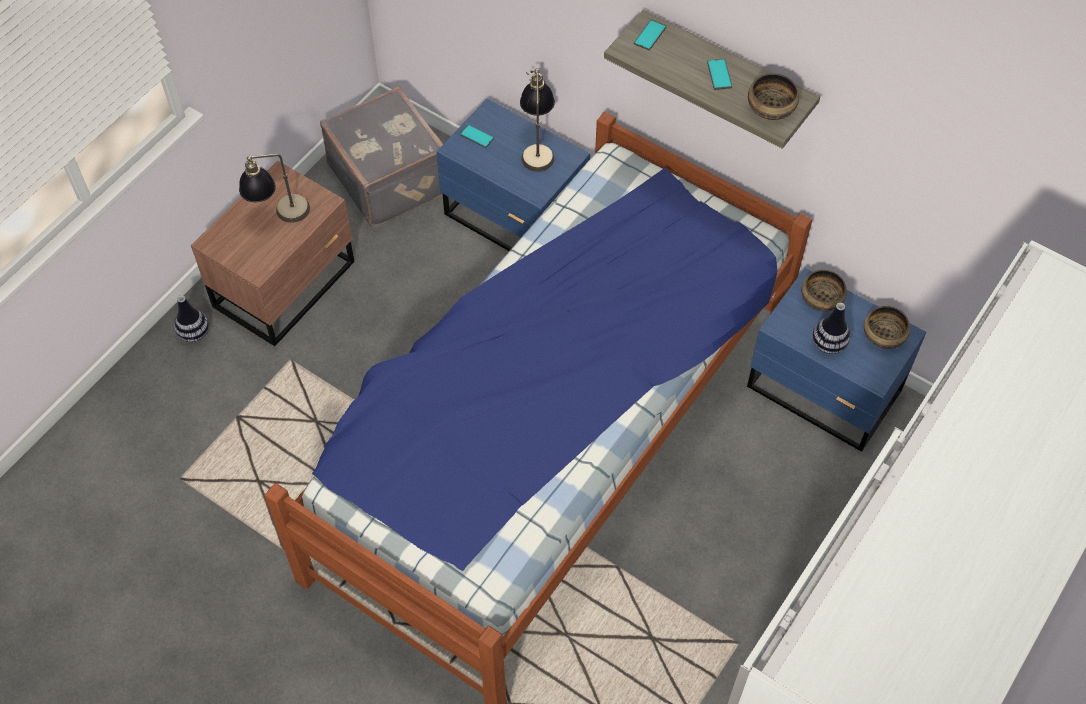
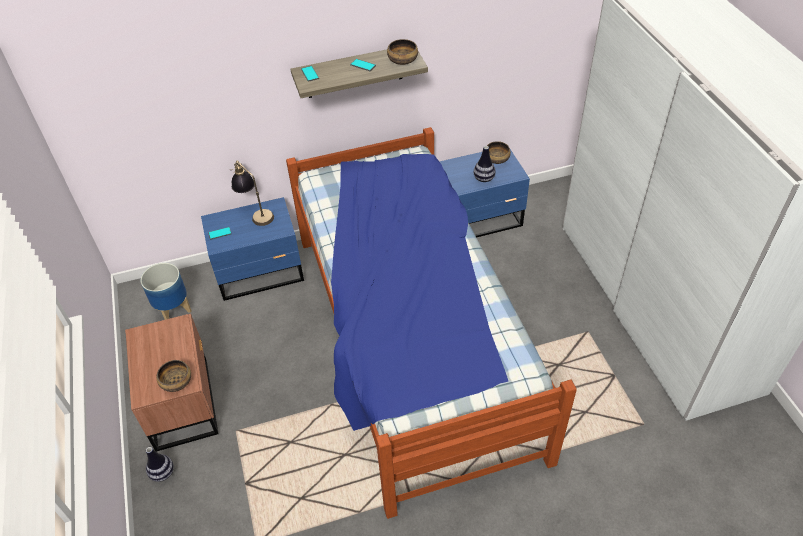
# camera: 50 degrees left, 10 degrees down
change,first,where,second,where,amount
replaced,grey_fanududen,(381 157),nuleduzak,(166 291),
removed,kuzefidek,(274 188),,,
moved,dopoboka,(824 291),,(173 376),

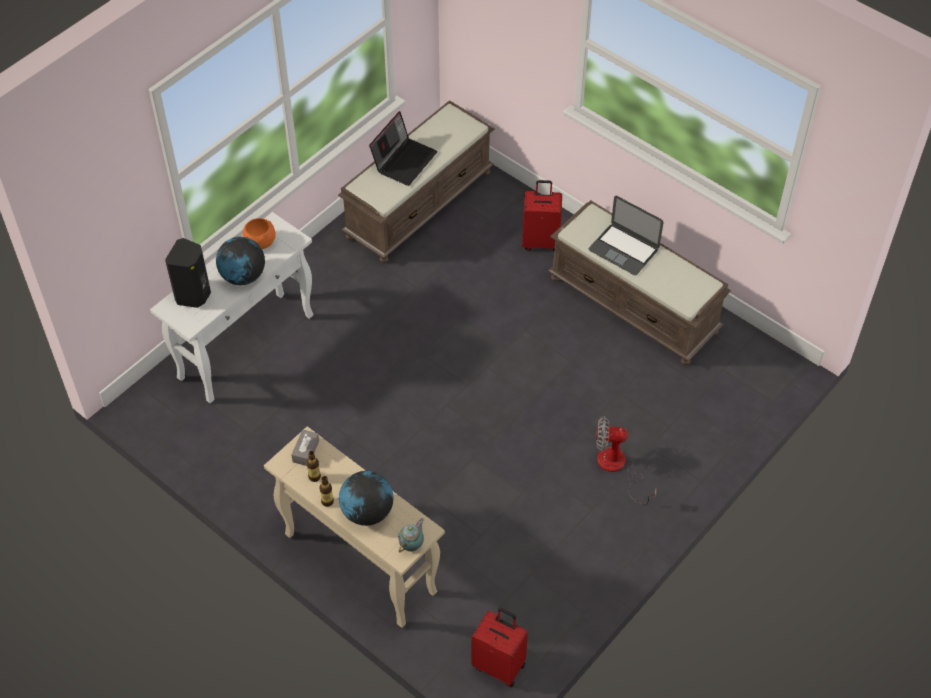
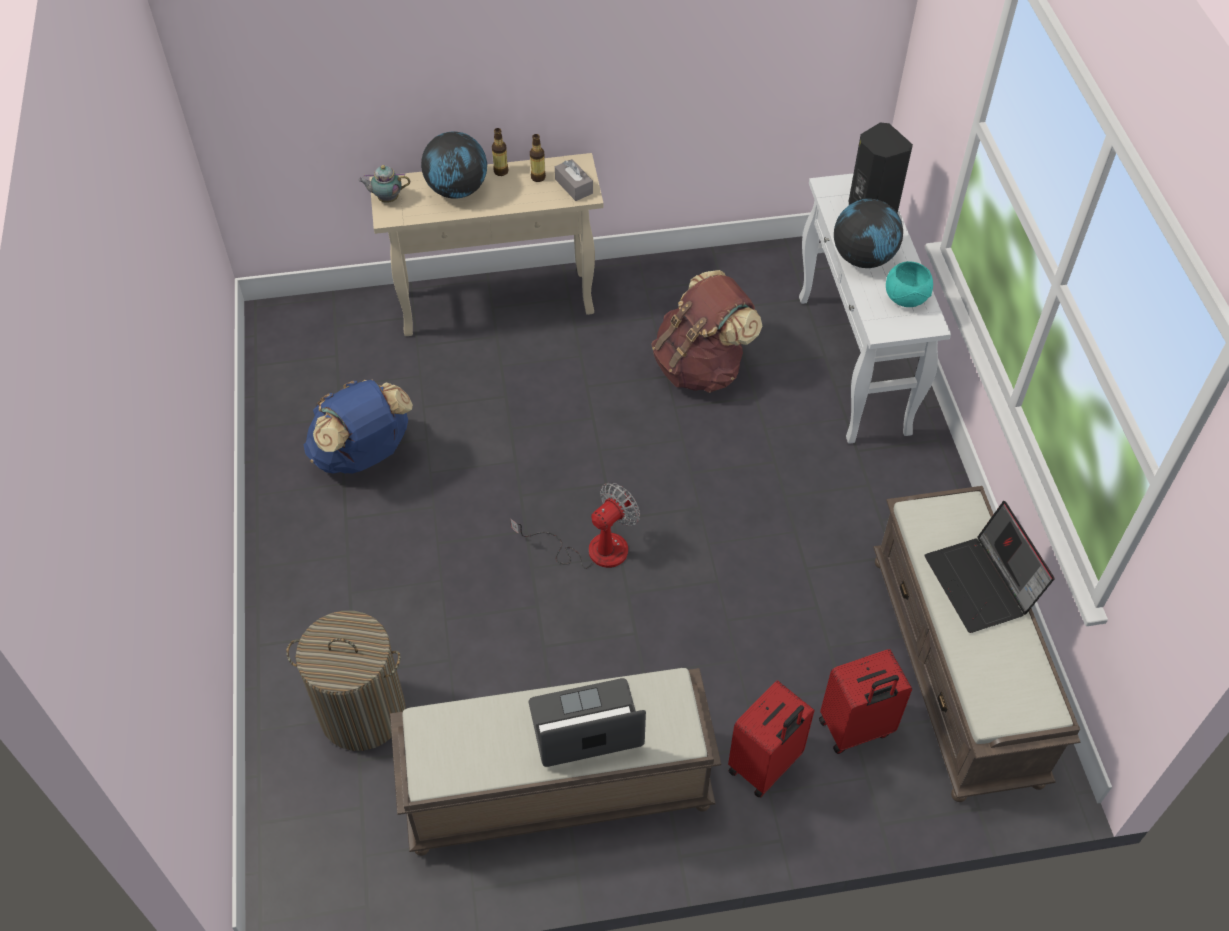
# camera: 130 degrees right, 0 degrees up
change,first,where,second,where,amount
recoloured,orange_dopoboka,(259 233),turquoise_dopoboka,(909 284),
moved,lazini,(626 460),,(575 526),
turned,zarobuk,(411 535),,(384 184),105 degrees clockwise
moved,red_fanududen,(499 647),,(865 701),
added,,,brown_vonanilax,(706 331),
added,,,blue_vonanilax,(358 427),
added,,,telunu,(346 681),

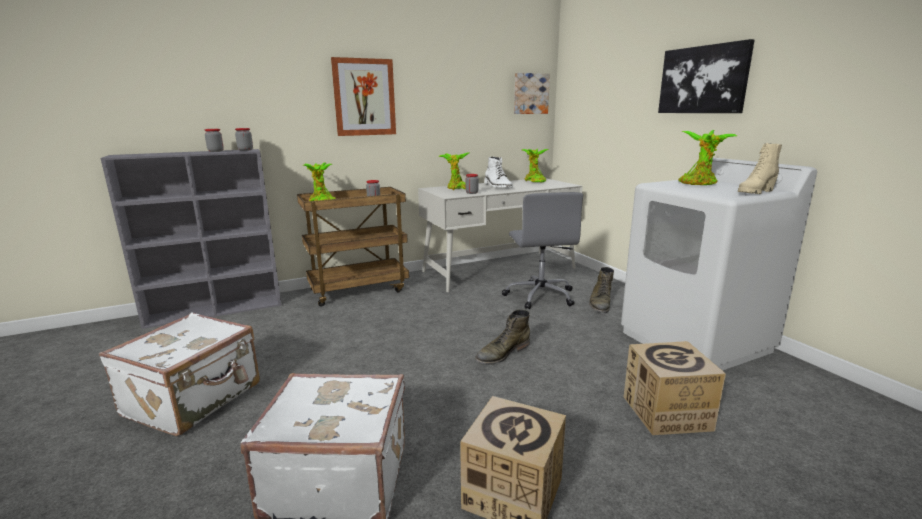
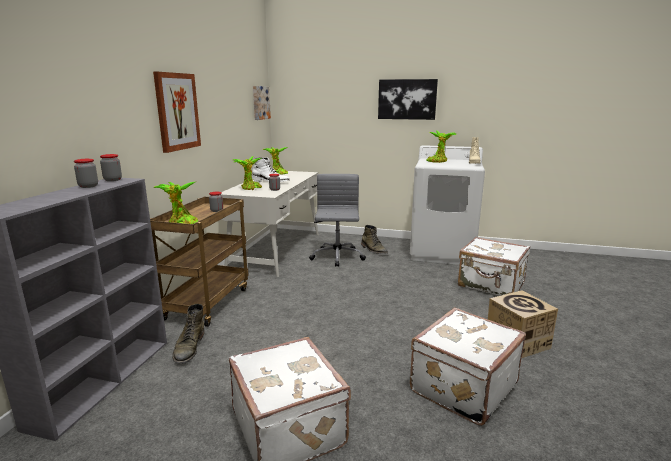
# camera: 50 degrees left, 0 degrees up
change,first,where,second,where,amount
turned,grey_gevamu,(542 250),,(337 220),120 degrees counterclockwise
moved,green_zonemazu,(502 337),,(188 334),
replaced,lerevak,(675 388),white_fanududen,(494 266),

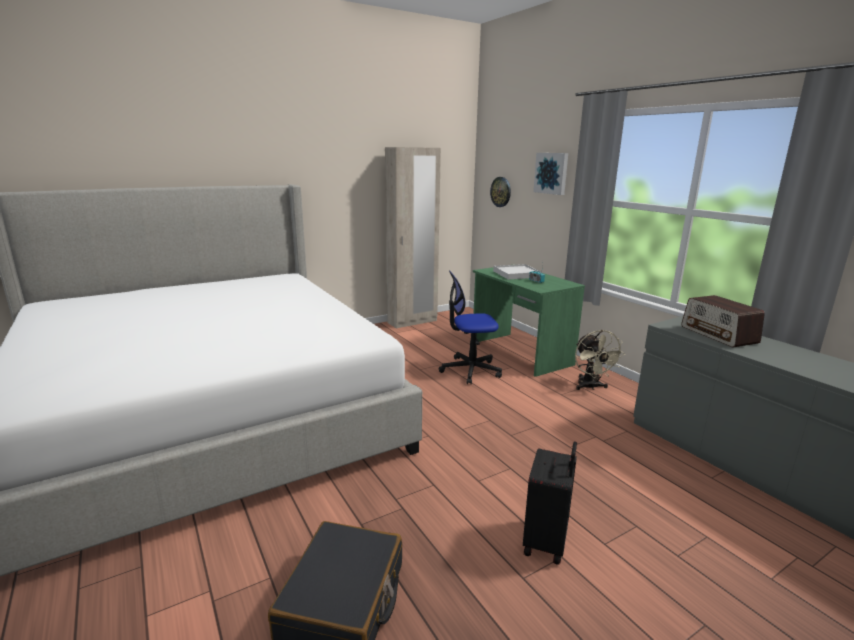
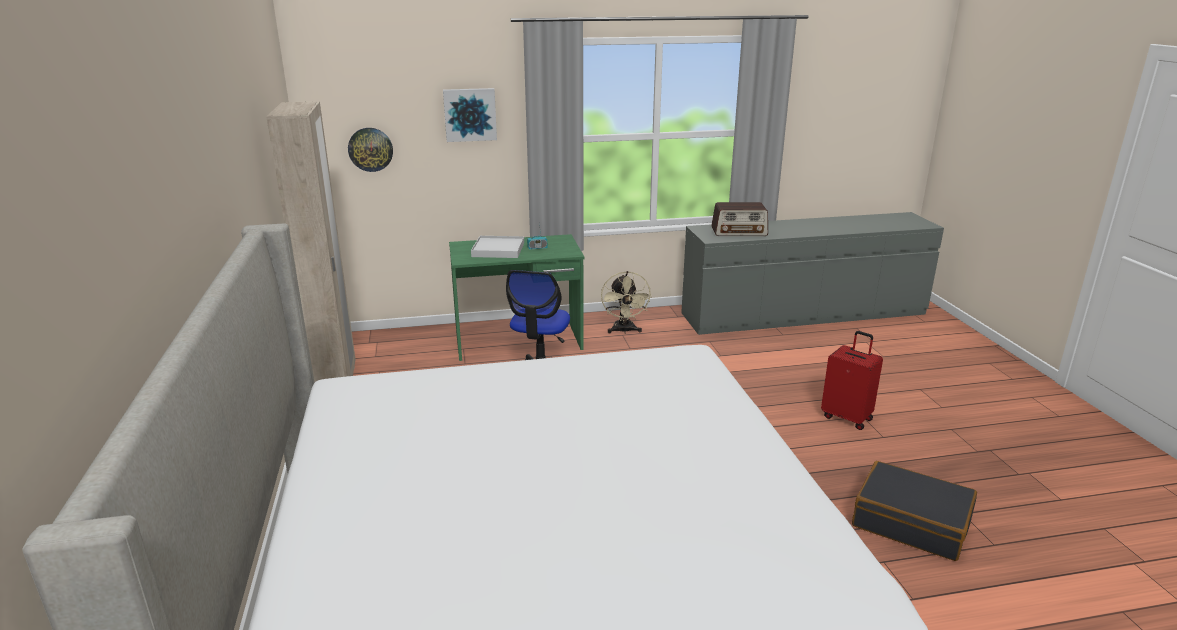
# camera: 70 degrees left, 5 degrees up
change,first,where,second,where,amount
turned,beige_lazini,(600 360),,(626 302),75 degrees clockwise
recoloured,black_fanududen,(550 503),red_fanududen,(852 380),

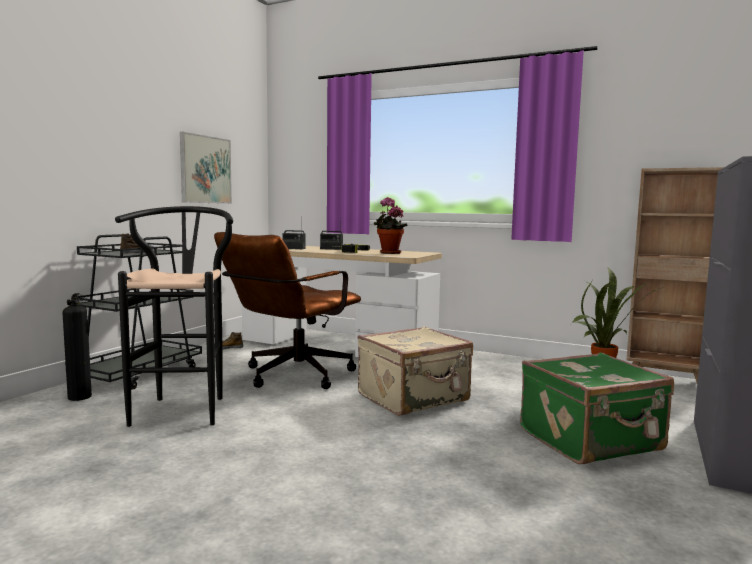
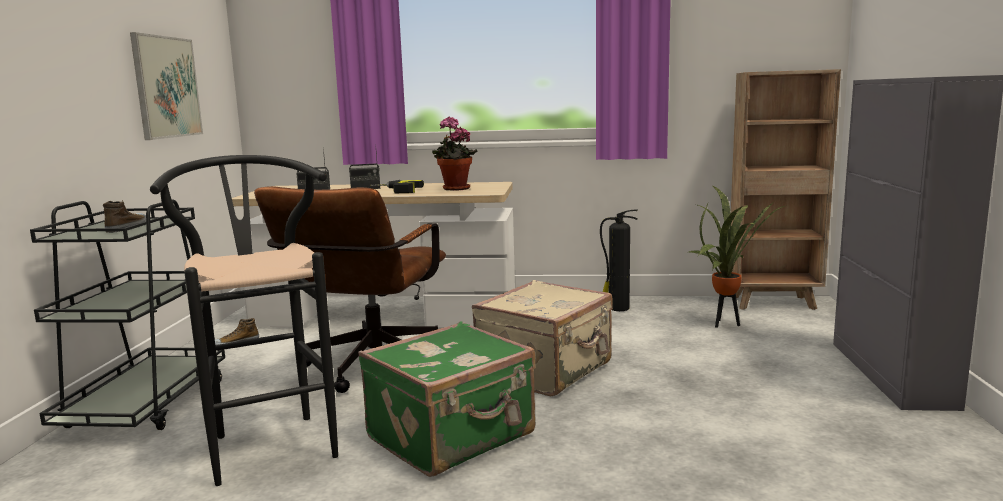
# camera: 20 degrees left, 5 degrees up
change,first,where,second,where,amount
moved,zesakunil,(77 347),,(619 260),
moved,green_fanududen,(597 408),,(446 399),

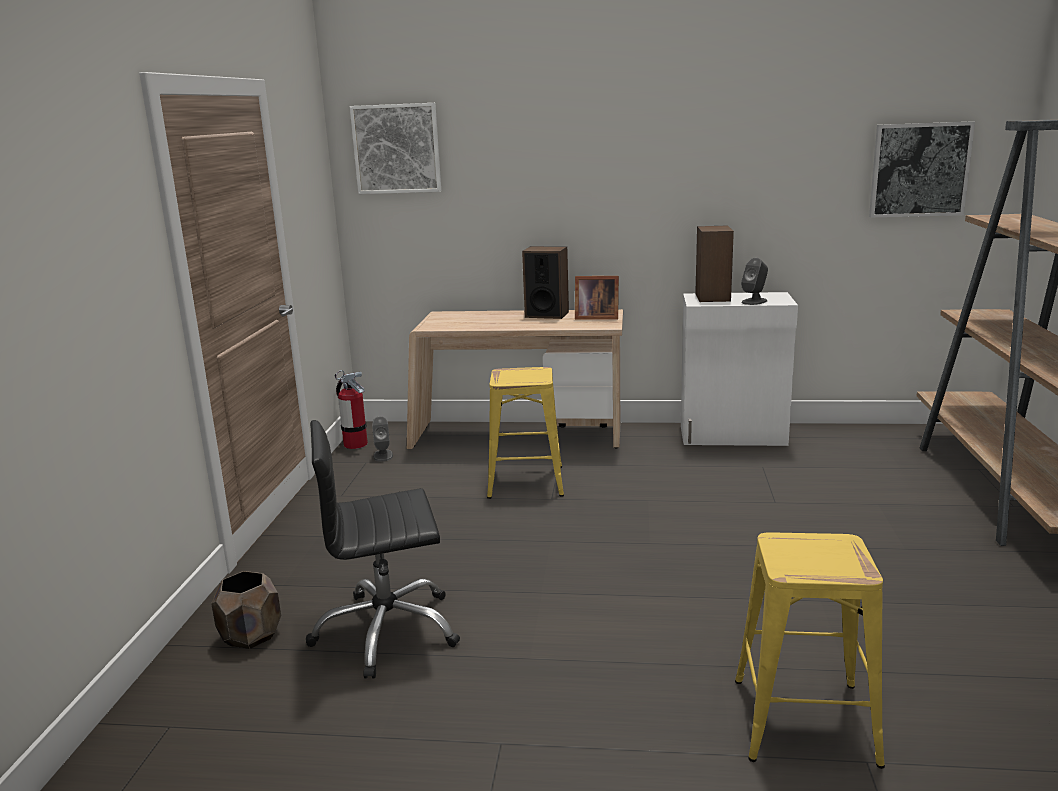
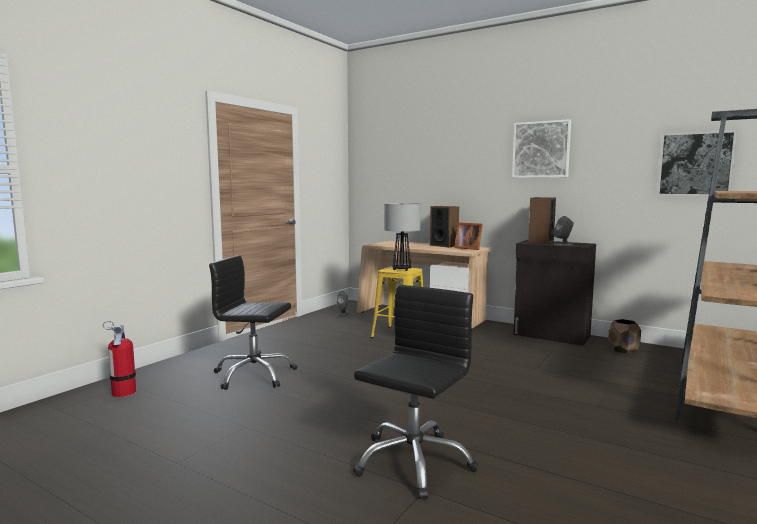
# camera: 25 degrees right, 10 degrees down
change,first,where,second,where,amount
moved,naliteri,(395 148),,(541 148),
recoloured,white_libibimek,(739 369),black_libibimek,(555 293),
moved,zesakunil,(351 409),,(119 359),
replaced,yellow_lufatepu,(810 650),black_gevamu,(415 392),
moved,brown_nuleduzak,(246 610),,(624 336),
added,,,kuzefidek,(402 237),

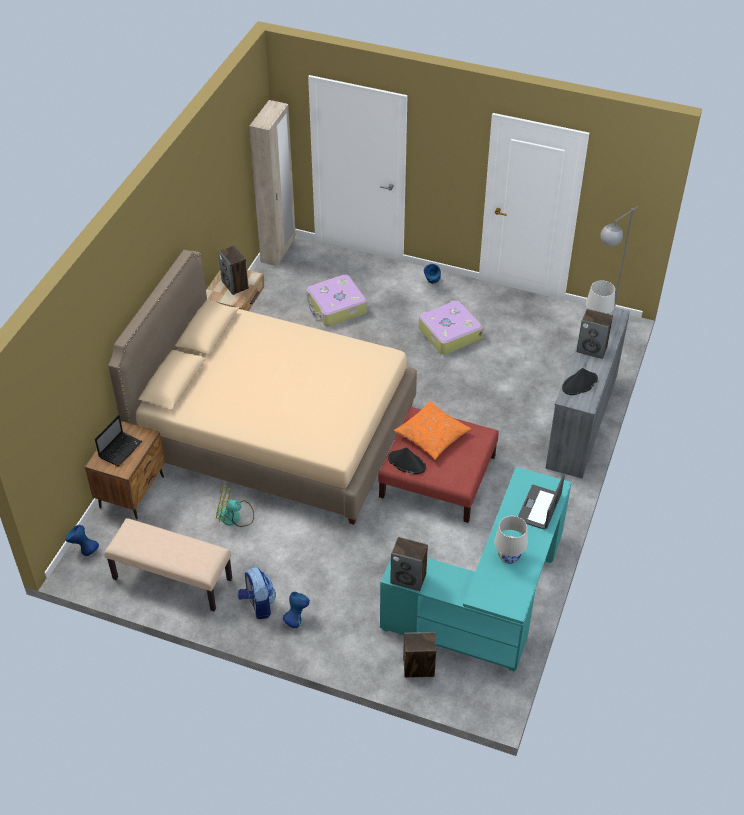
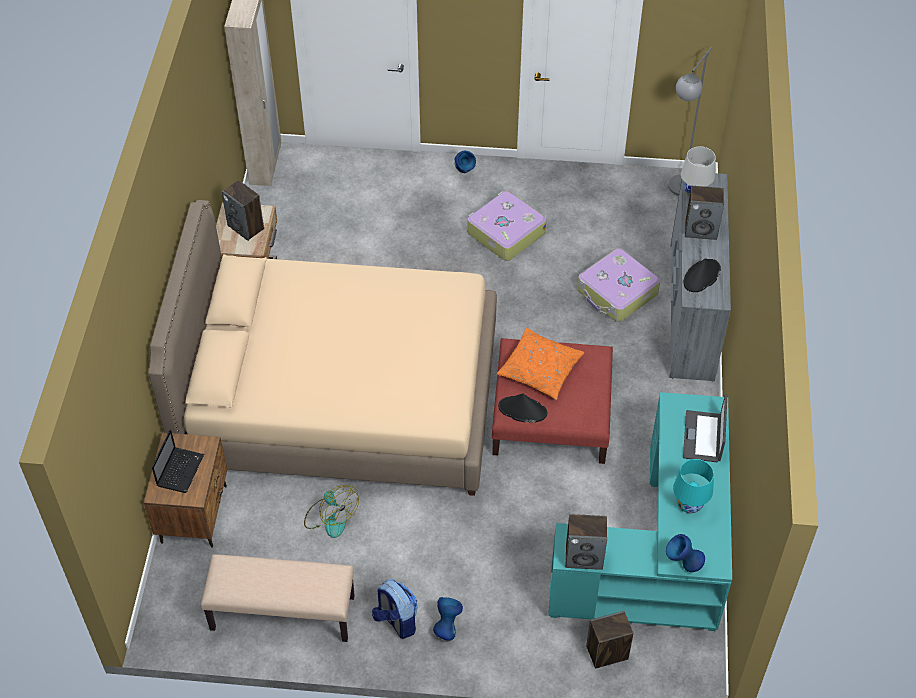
# camera: 15 degrees left, 5 degrees up
change,first,where,second,where,amount
moved,fanududen,(336 300),,(618 285),
turned,lazini,(235 506),,(331 511),120 degrees counterclockwise
recoloured,white_kuzefidek,(511 540),turquoise_kuzefidek,(693 486),
moved,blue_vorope,(82 540),,(685 553),

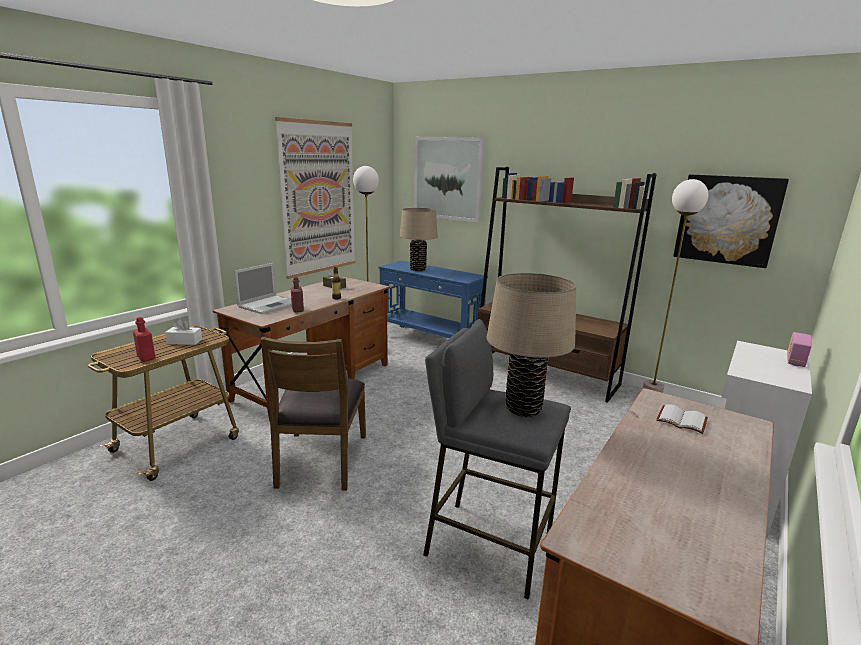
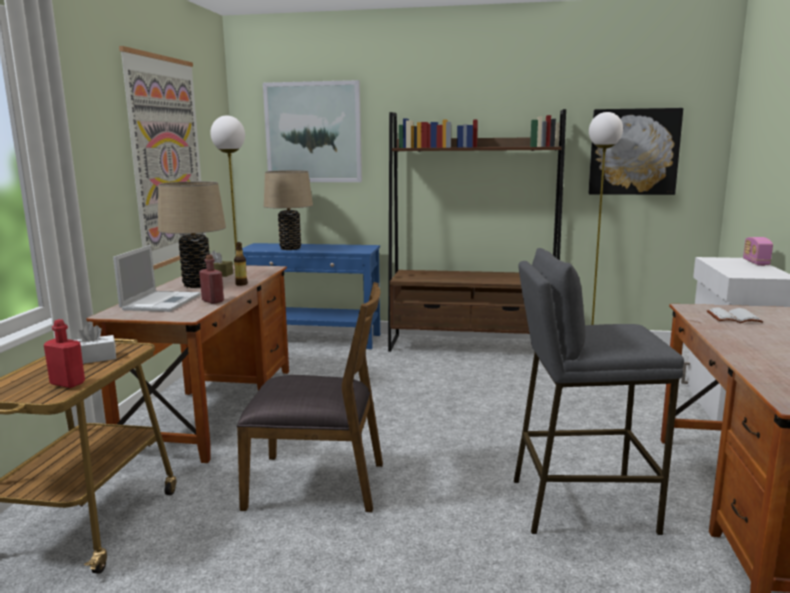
# camera: 25 degrees left, 5 degrees down
change,first,where,second,where,amount
moved,beige_kuzefidek,(531 345),,(192 234),
turned,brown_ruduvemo,(313 414),,(310 397),60 degrees counterclockwise

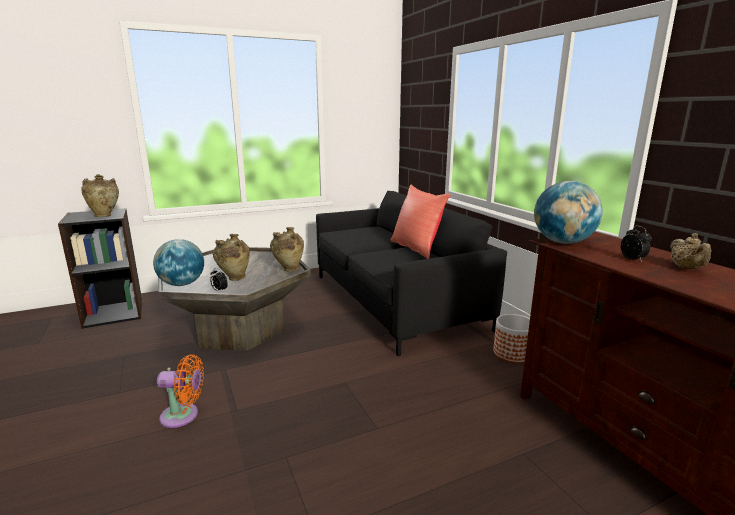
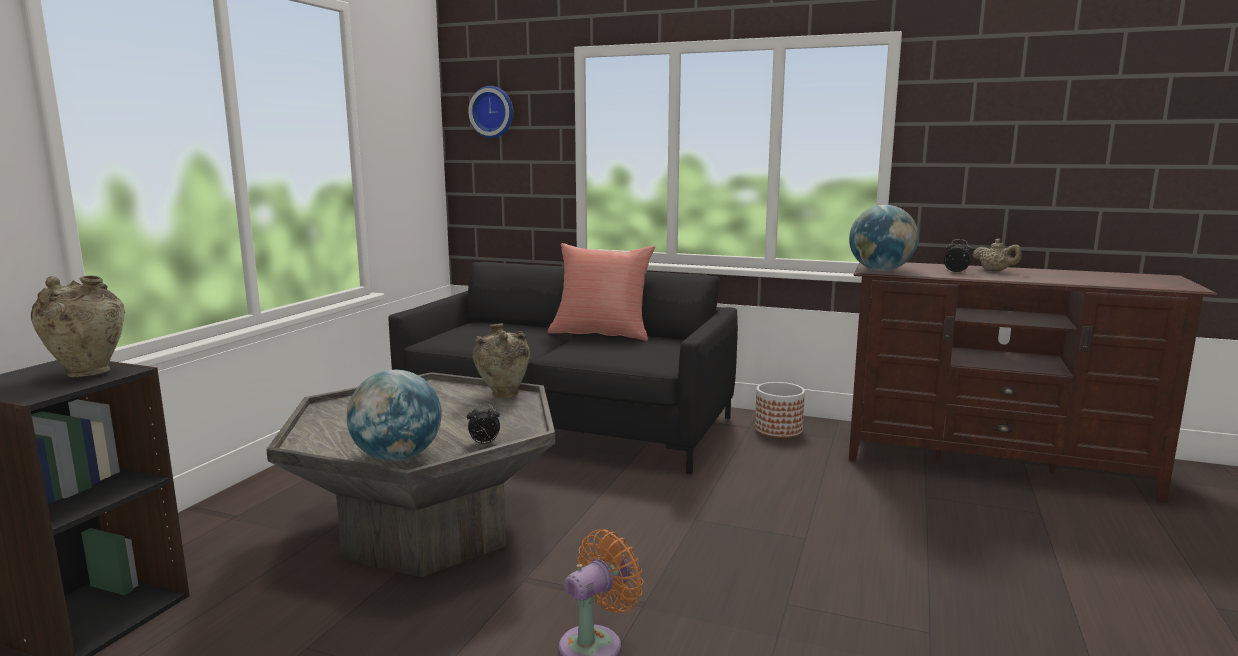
# camera: 45 degrees left, 5 degrees down
change,first,where,second,where,amount
removed,beige_vorope,(231 257),,,
added,,,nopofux,(490 112),

